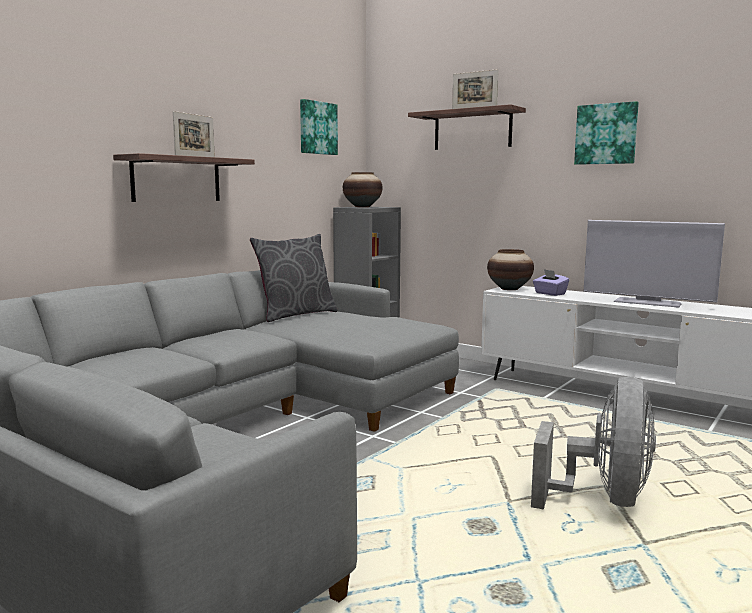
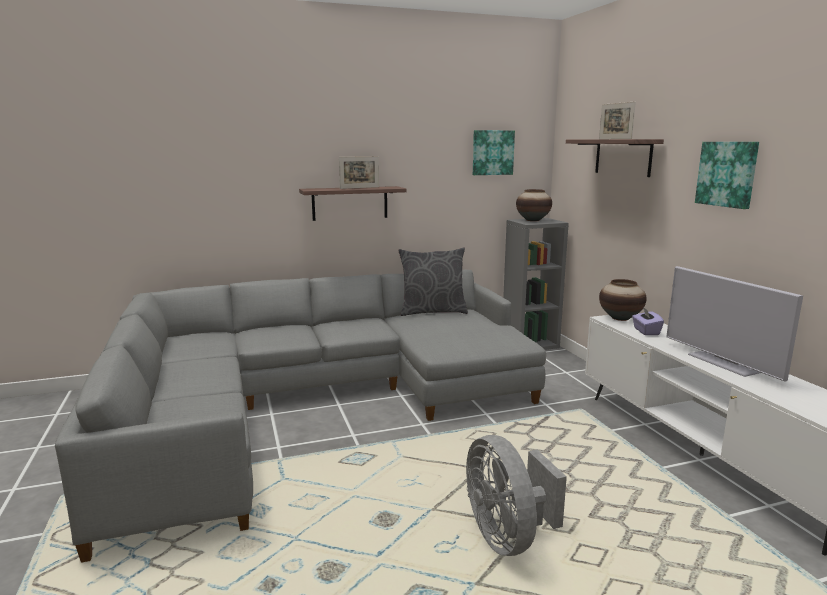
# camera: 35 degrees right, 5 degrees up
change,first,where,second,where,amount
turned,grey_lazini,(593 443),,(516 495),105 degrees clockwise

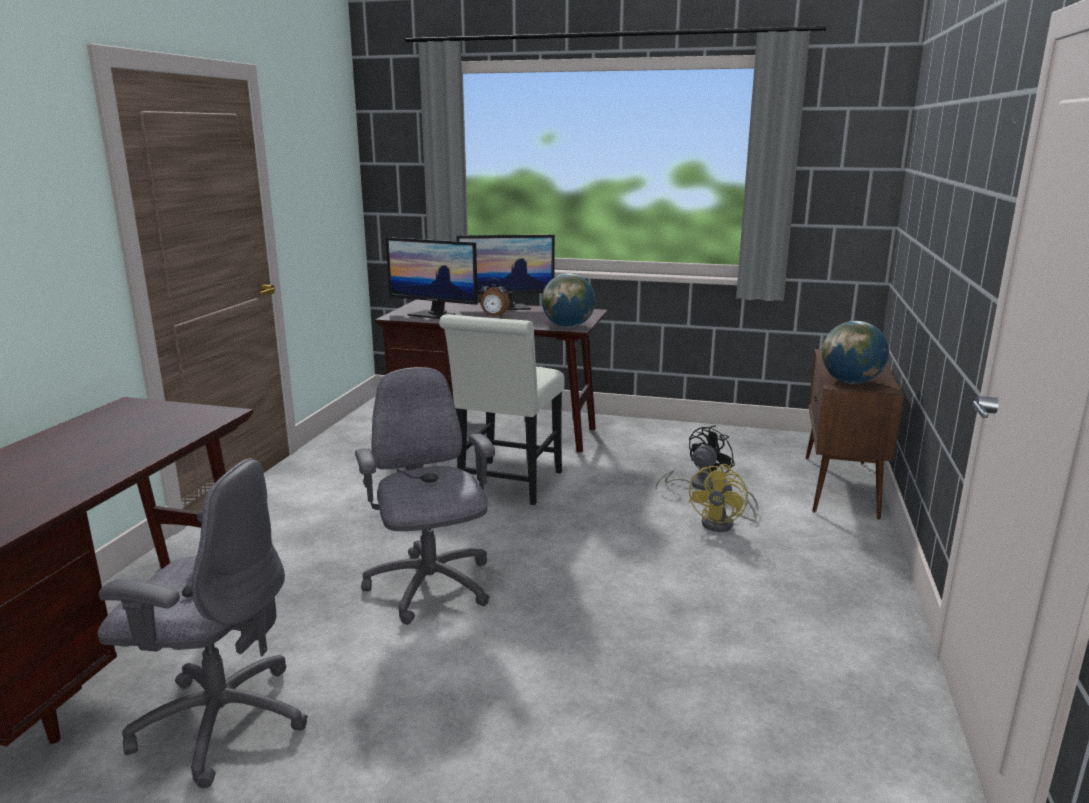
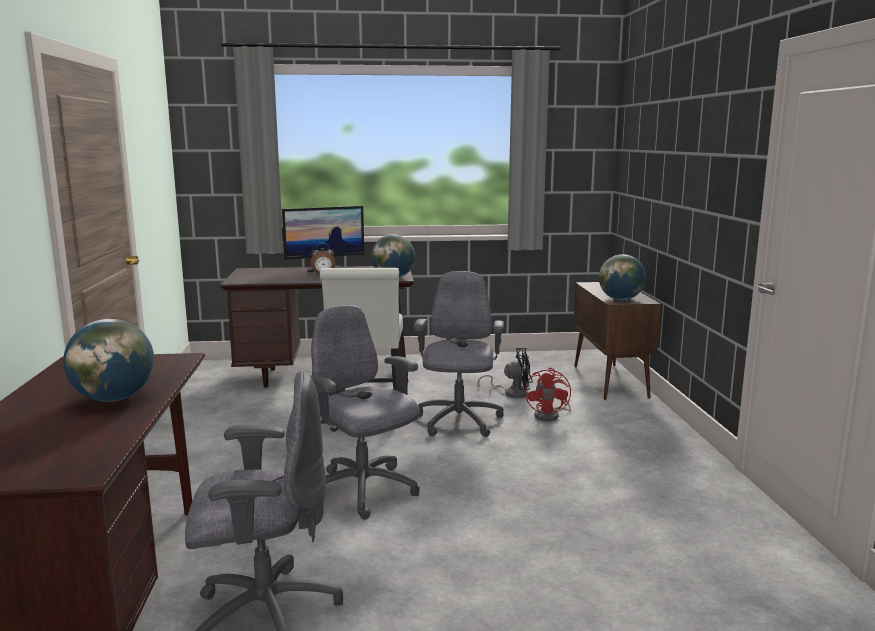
# camera: 20 degrees left, 5 degrees down
change,first,where,second,where,amount
removed,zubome,(432 278),,,
turned,black_lazini,(695 457),,(505 373),60 degrees clockwise
recoloured,yellow_lazini,(723 498),red_lazini,(548 394),
added,,,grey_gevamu,(459 354),
added,,,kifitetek,(108 360),

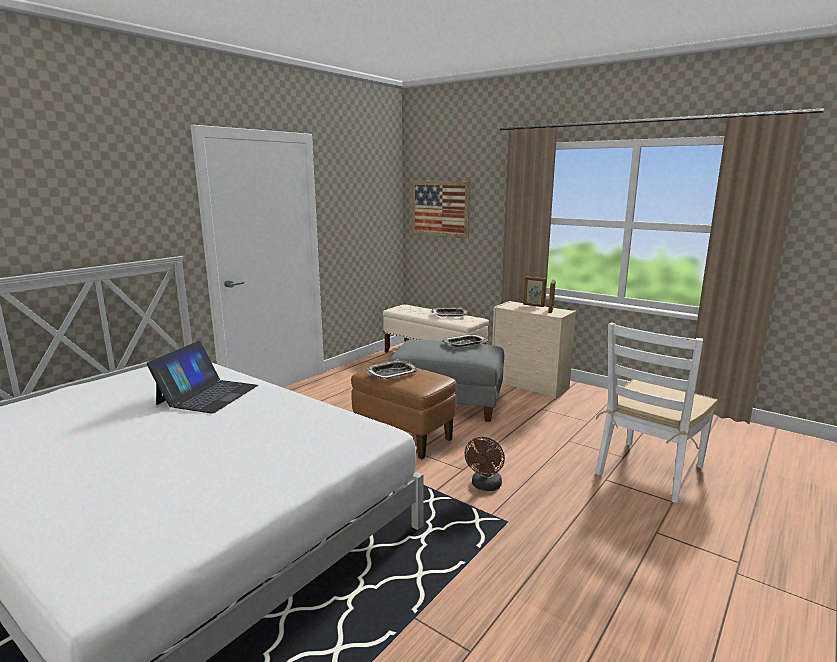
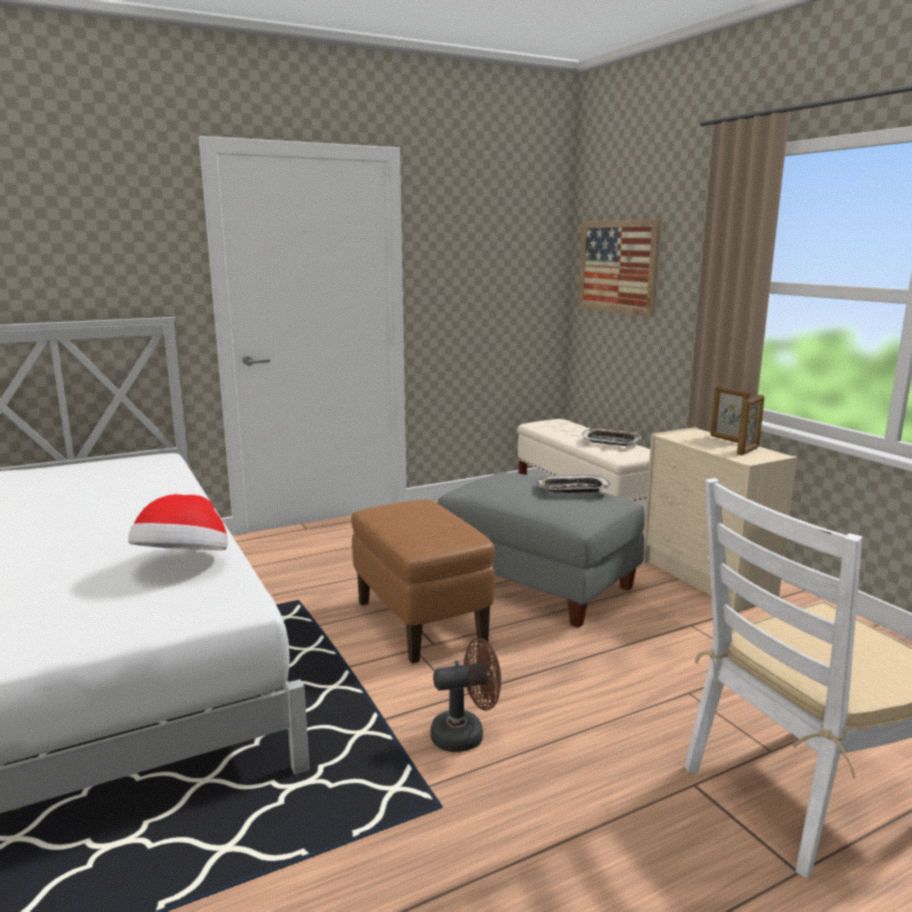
# camera: 25 degrees right, 0 degrees up
change,first,where,second,where,amount
removed,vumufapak,(202 377),,,
removed,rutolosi,(392 369),,,
turned,brown_lazini,(485 464),,(466 695),150 degrees counterclockwise
added,,,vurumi,(178 522),

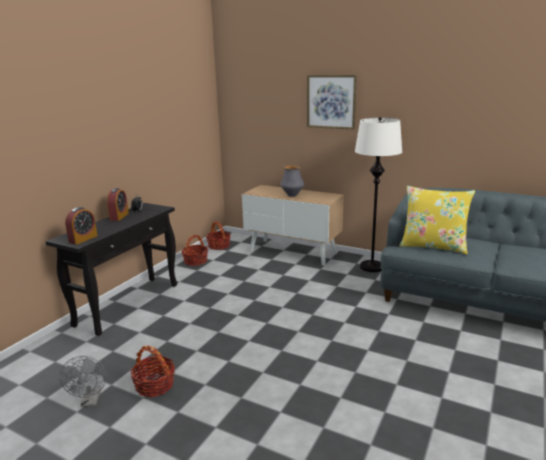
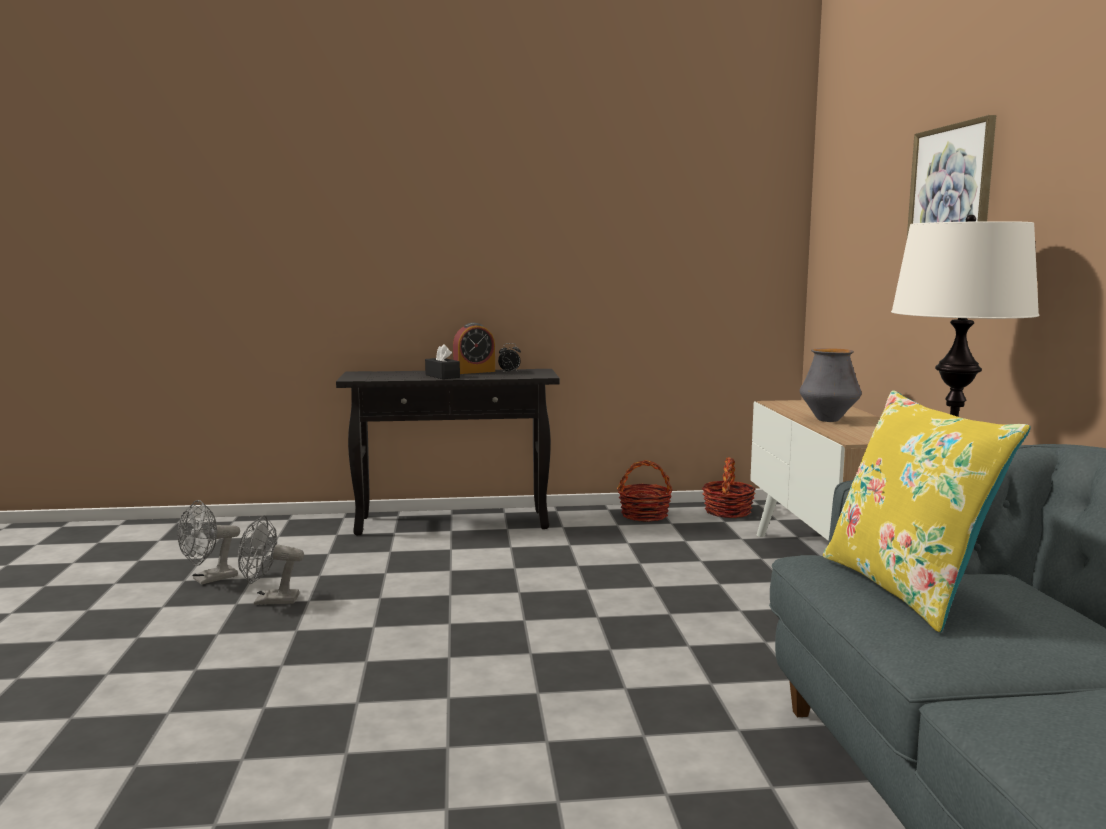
# camera: 55 degrees right, 10 degrees down
change,first,where,second,where,amount
removed,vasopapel,(81 226),,,
replaced,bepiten,(152 371),grey_lazini,(271 560),
added,,,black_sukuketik,(442 361),

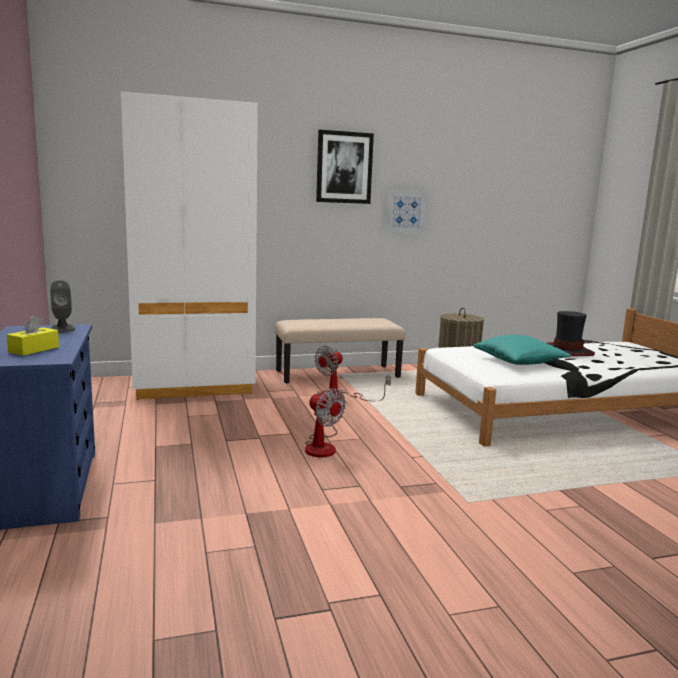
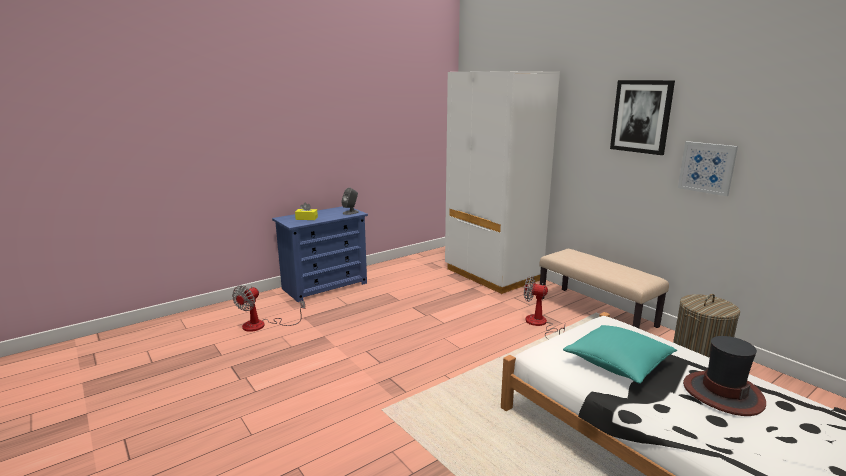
# camera: 70 degrees right, 5 degrees up
change,first,where,second,where,amount
moved,lazini,(325 422),,(268 308),

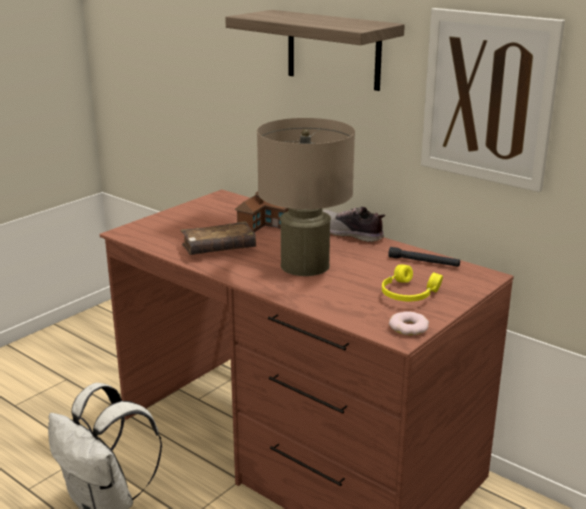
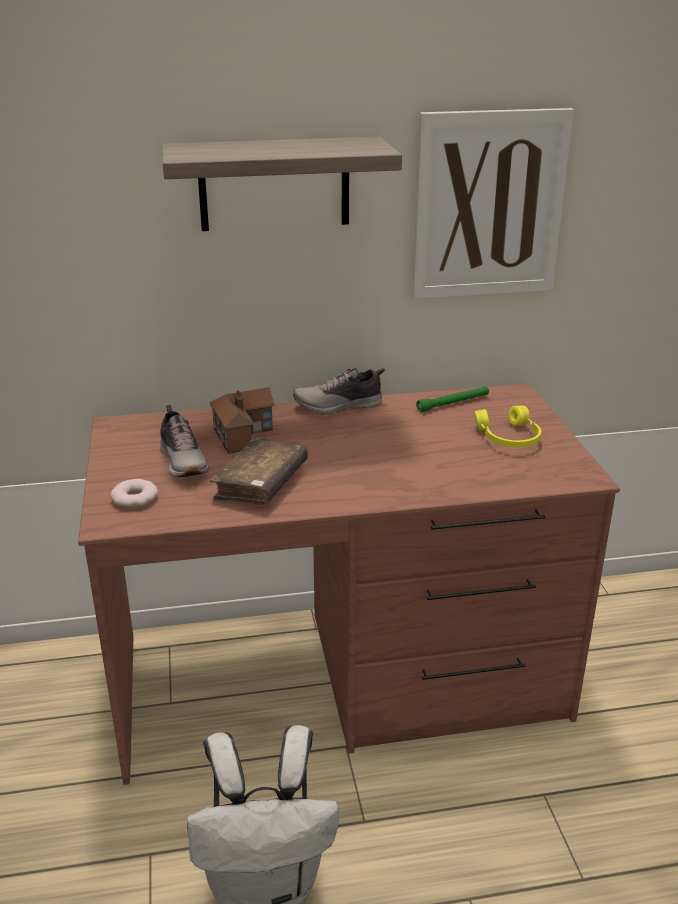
# camera: 50 degrees left, 5 degrees up
change,first,where,second,where,amount
removed,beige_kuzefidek,(306 197),,,
recoloured,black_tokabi,(424 257),green_tokabi,(452 399),
moved,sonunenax,(409 323),,(134 493),
added,,,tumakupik,(184 441),

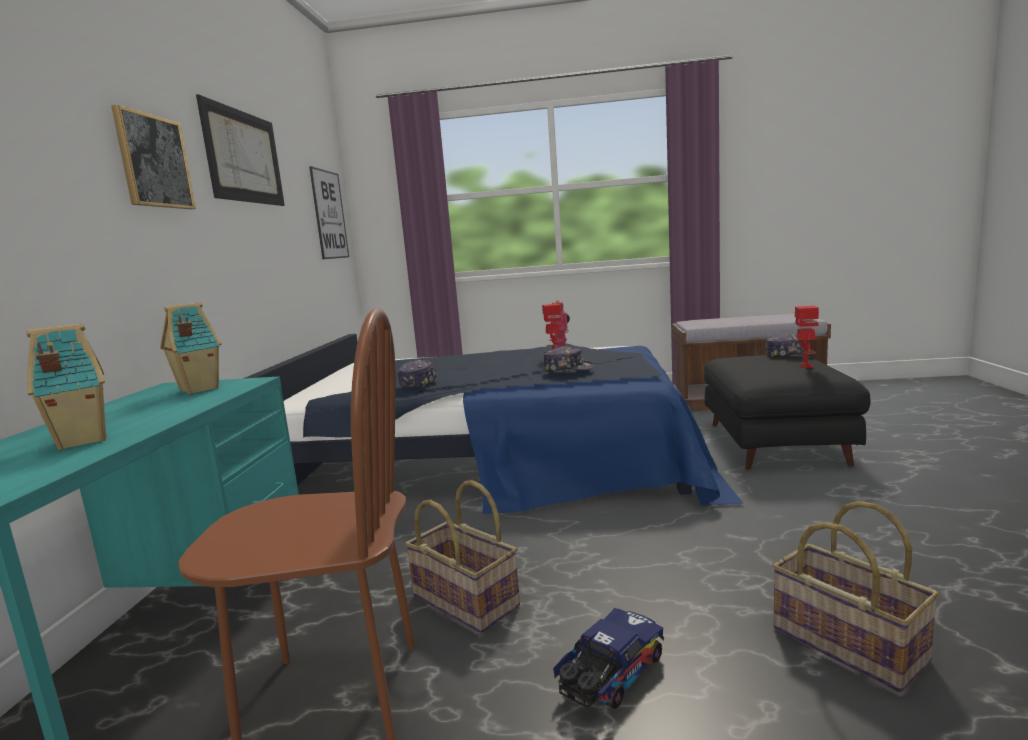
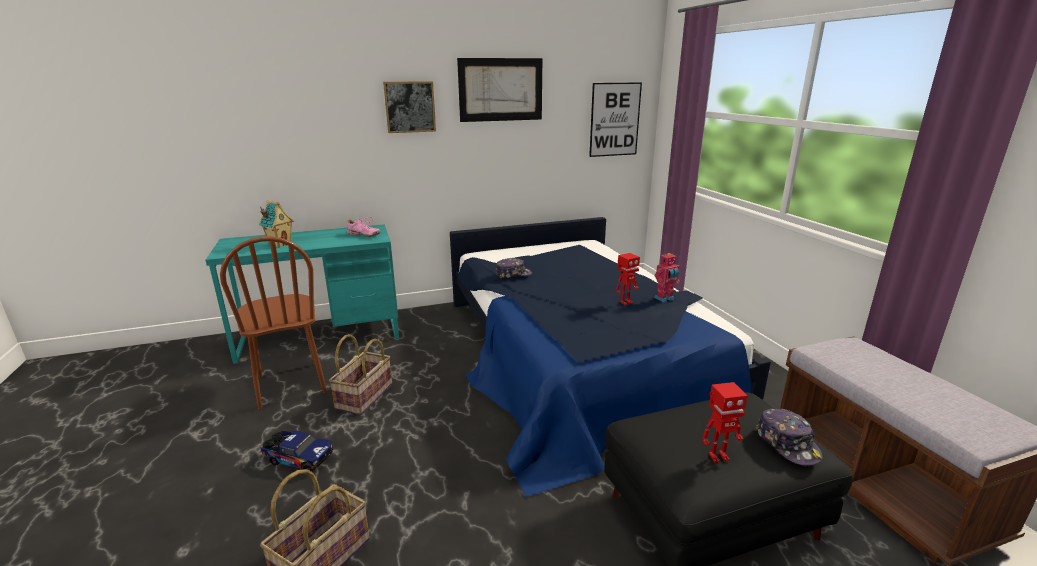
# camera: 65 degrees right, 10 degrees up
change,first,where,second,where,amount
replaced,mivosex,(191 348),pink_tumakupik,(364 227),
removed,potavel,(568 359),,,

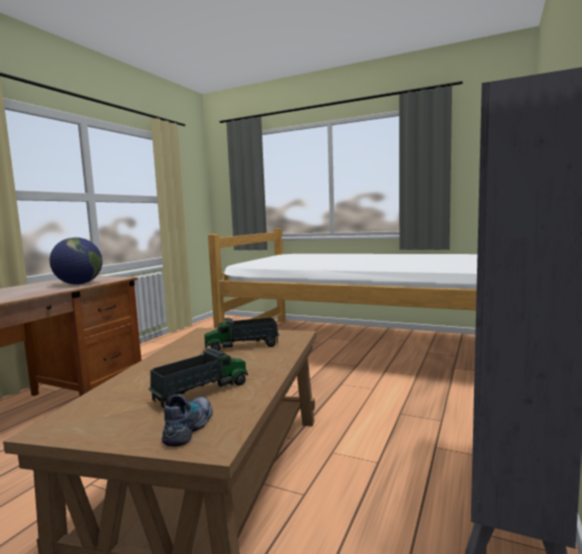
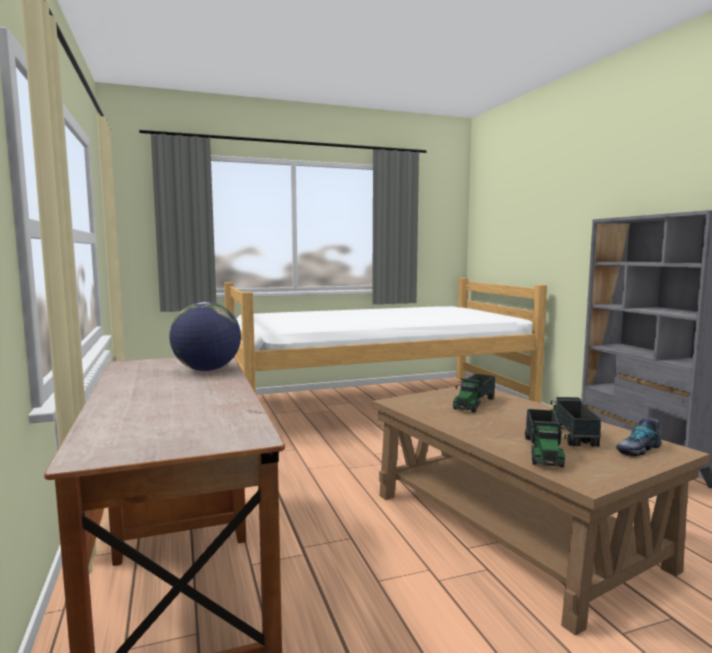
# camera: 45 degrees left, 0 degrees up
change,first,where,second,where,amount
turned,tumakupik,(187 421),,(638 437),90 degrees counterclockwise
added,,,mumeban,(545 438),

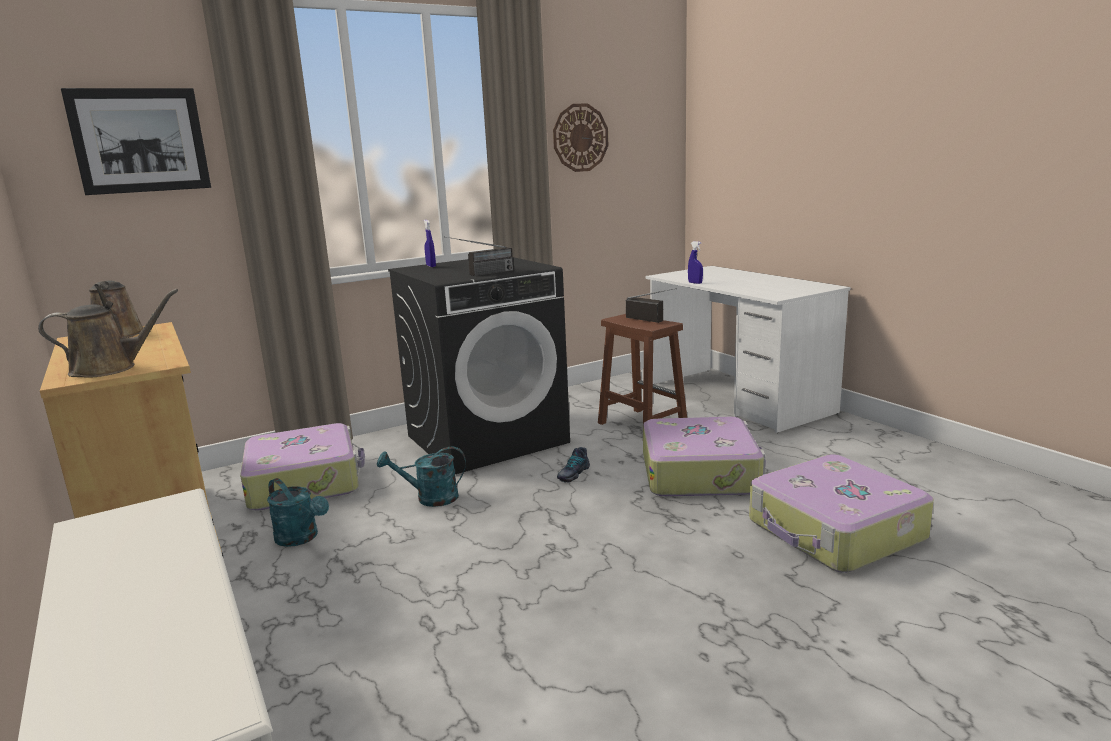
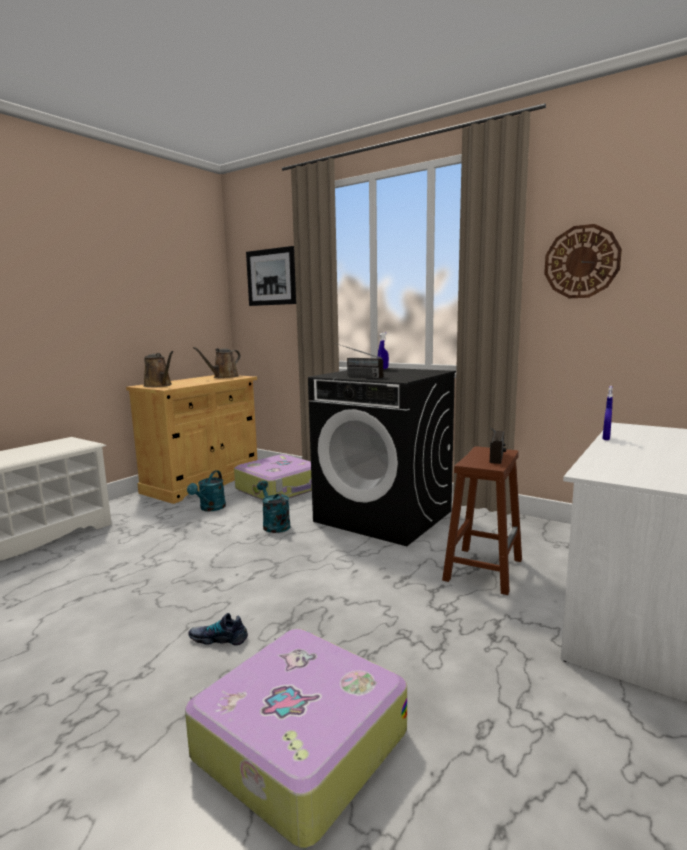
# camera: 65 degrees right, 5 degrees down
change,first,where,second,where,amount
removed,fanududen,(704 457),,,
moved,tumakupik,(573 465),,(218 629),

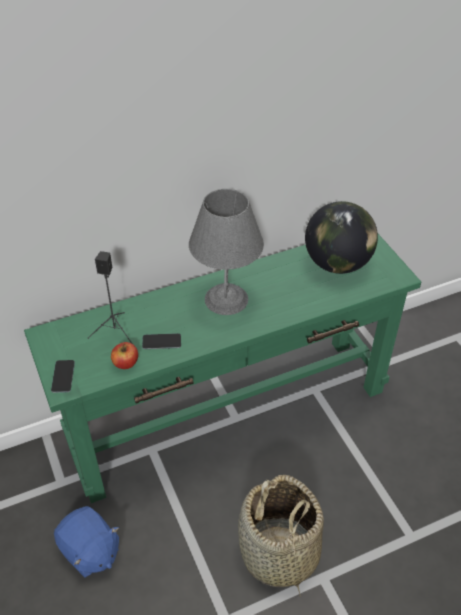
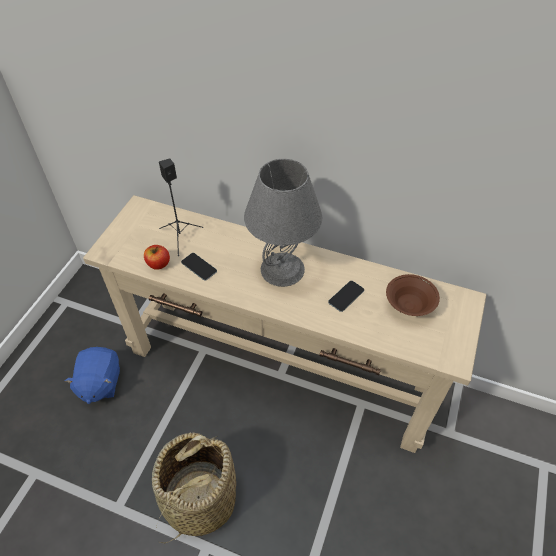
# camera: 45 degrees right, 5 degrees up
change,first,where,second,where,amount
replaced,kifitetek,(341 237),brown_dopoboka,(413 295),
recoloured,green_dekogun,(222 368),beige_dekogun,(284 324),
moved,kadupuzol,(63 376),,(346 296),

